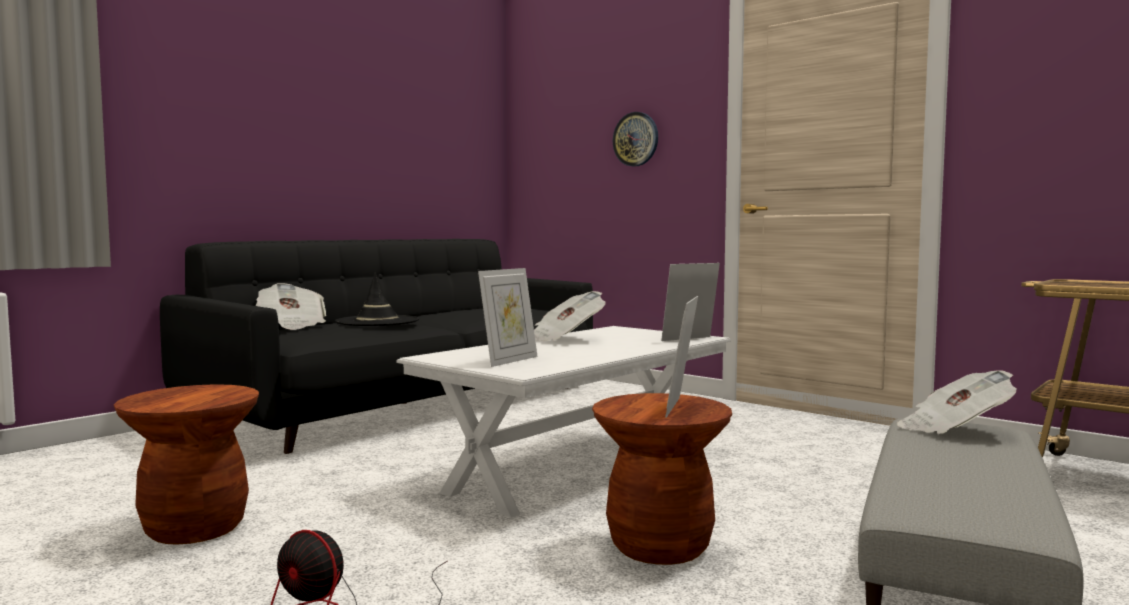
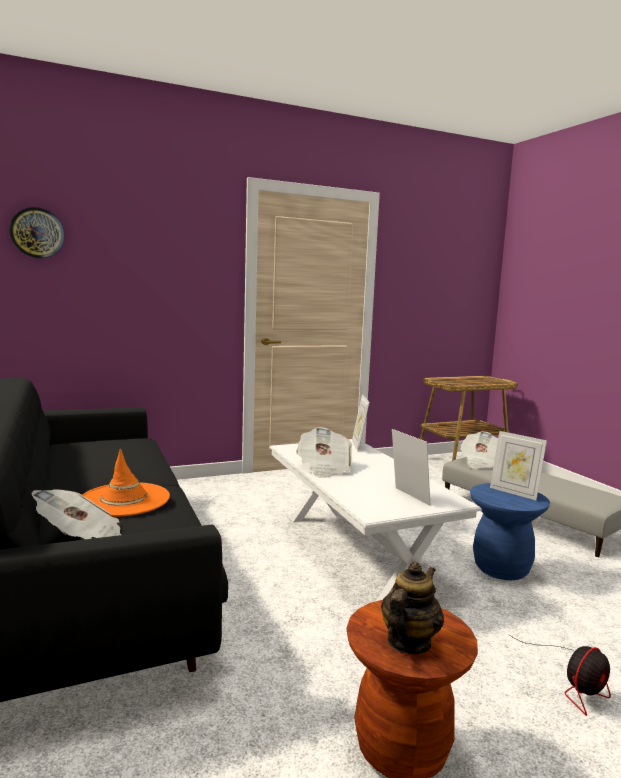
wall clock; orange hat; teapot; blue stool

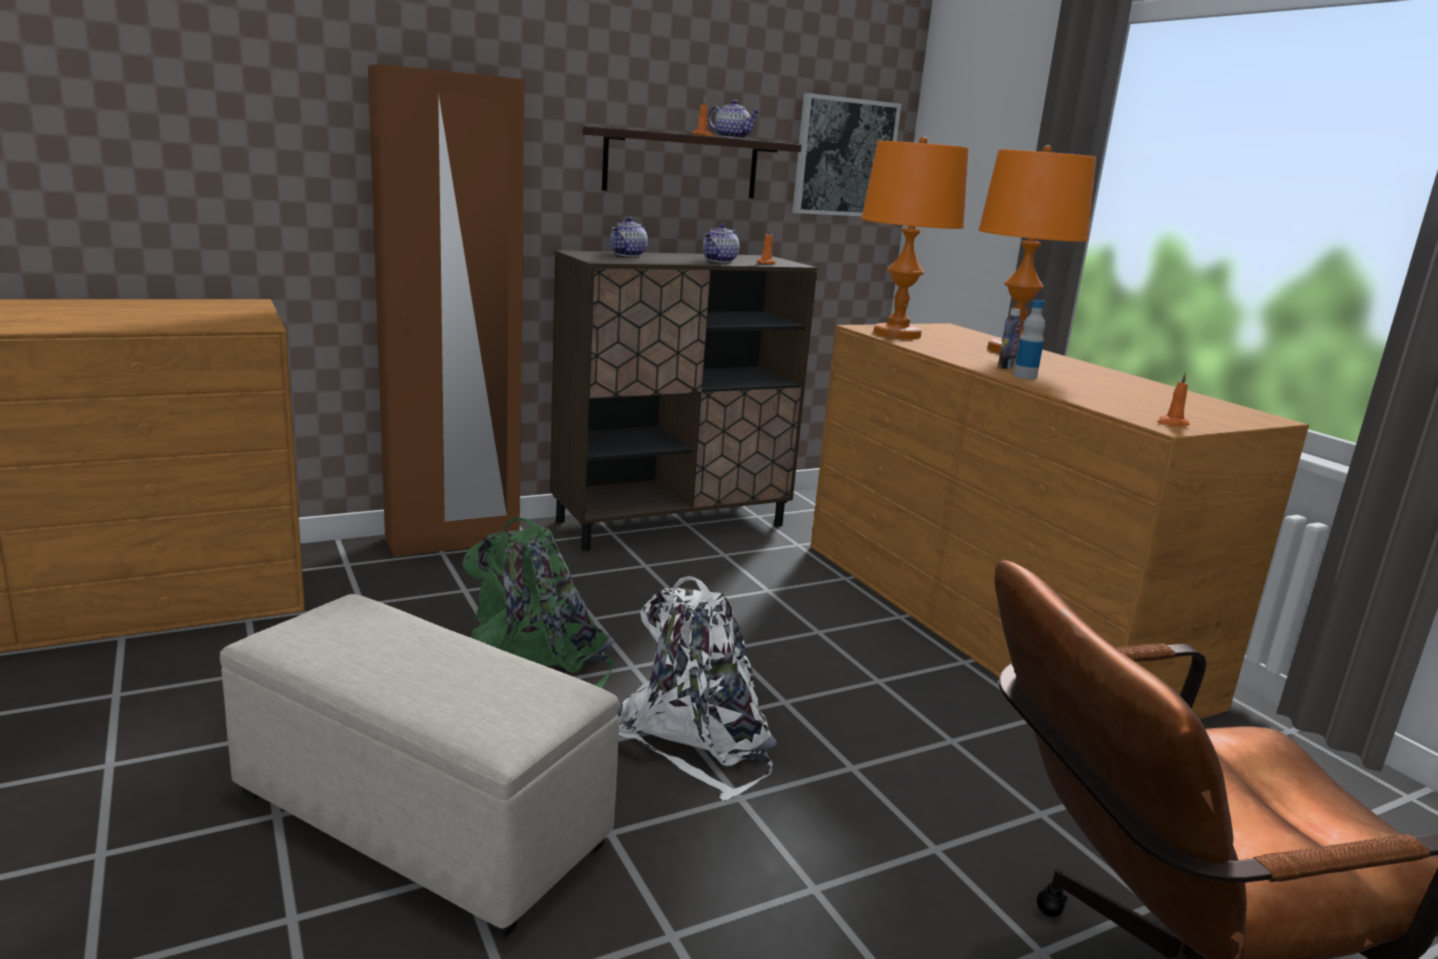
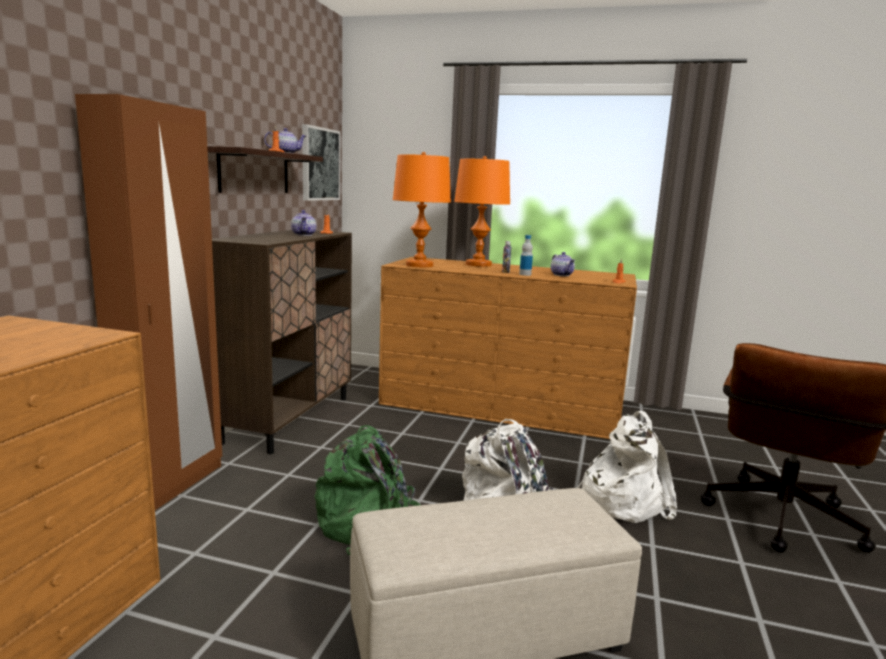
teapot (3rd from left); white backpack (2nd from left)

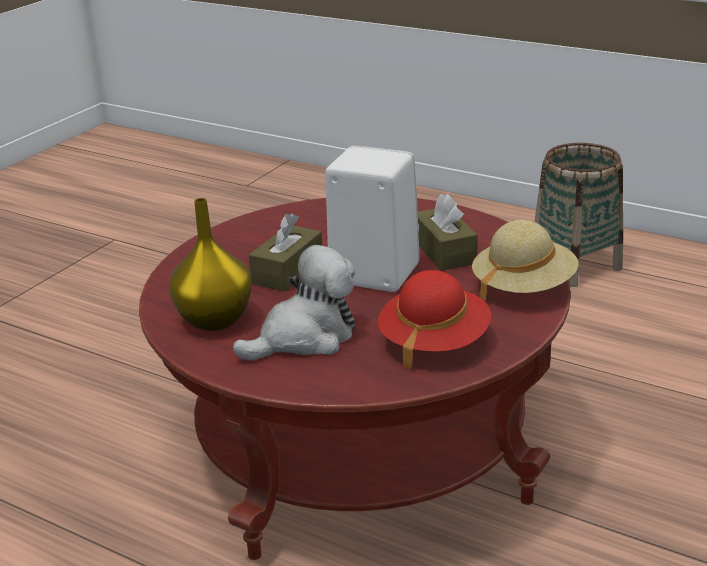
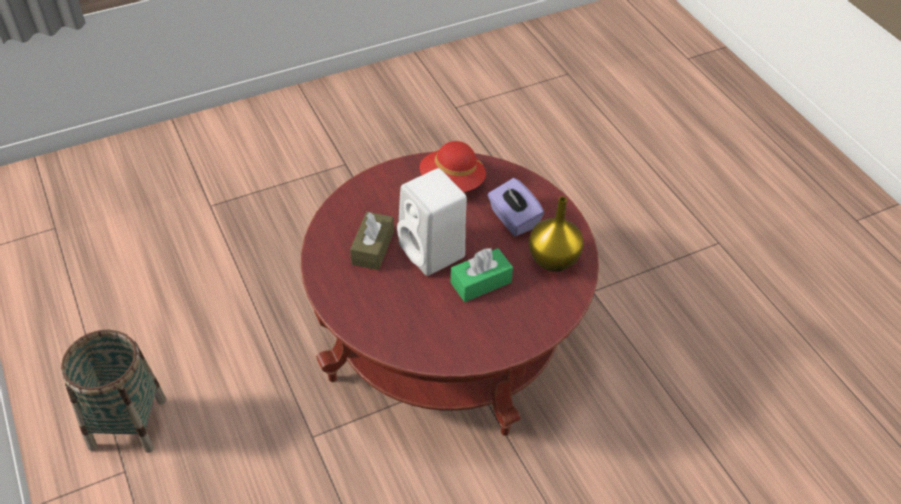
green tissue box; purple tissue box; beige hat

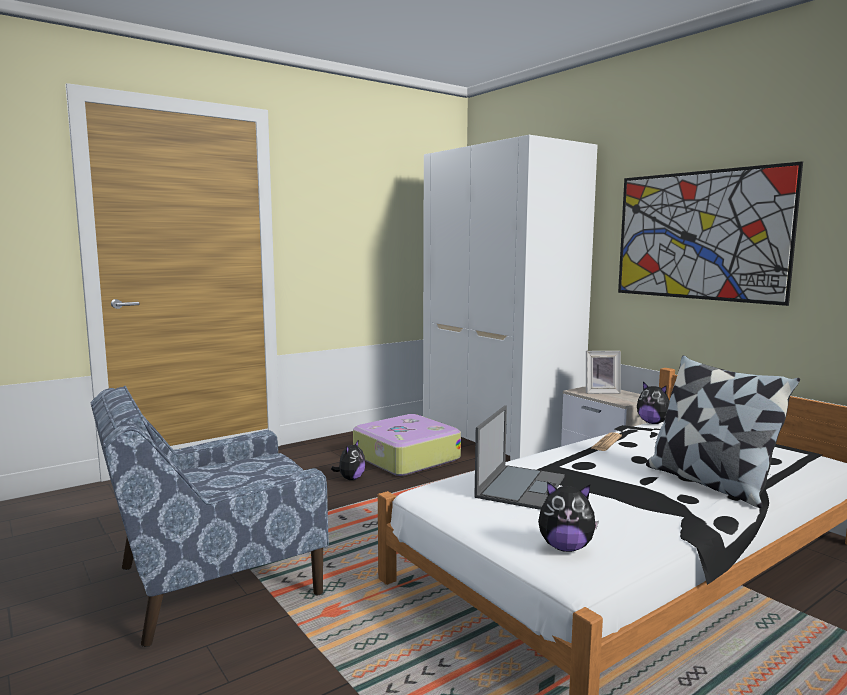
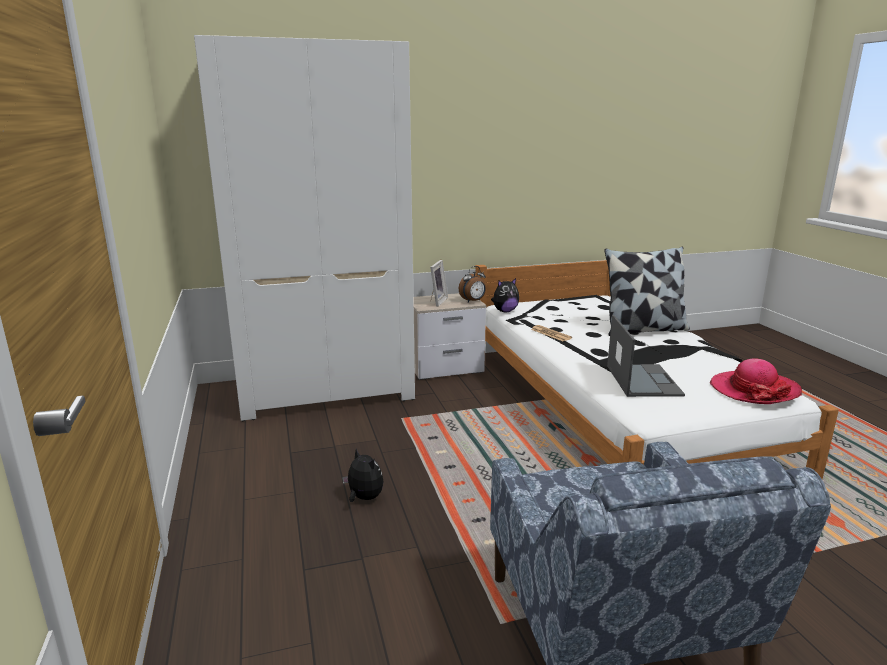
alarm clock; laptop; hat; suitcase; picture

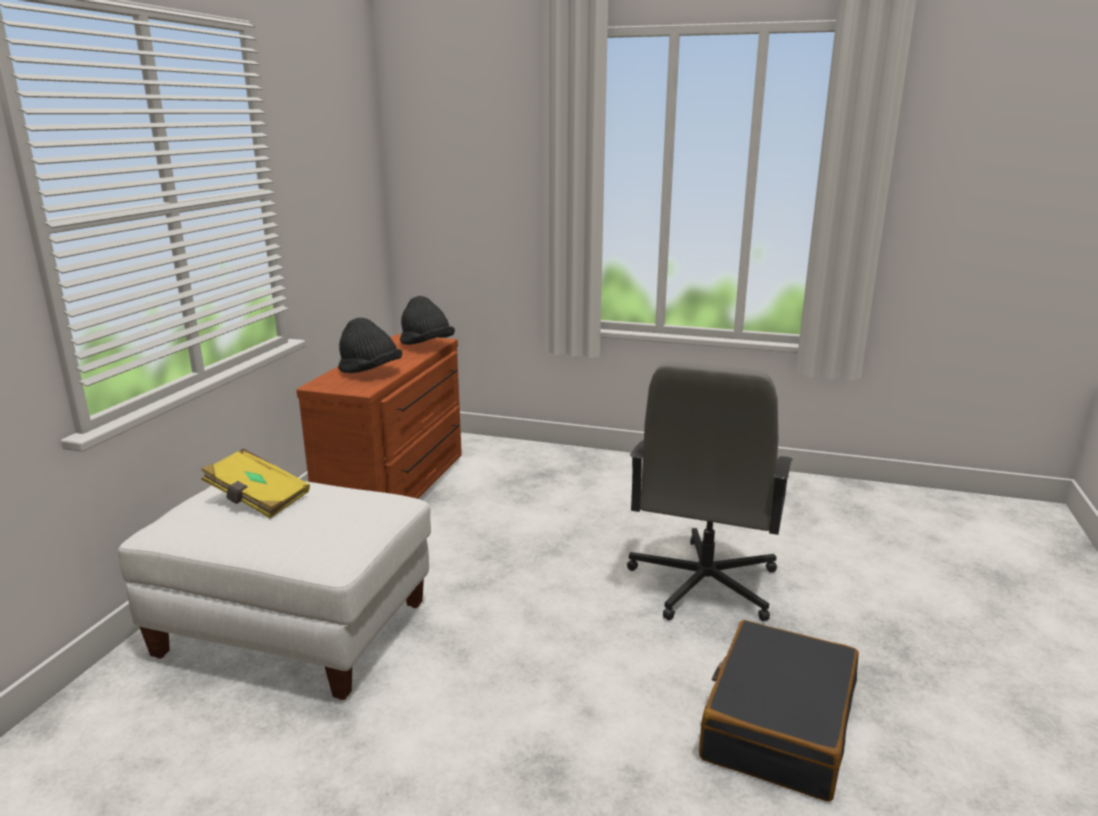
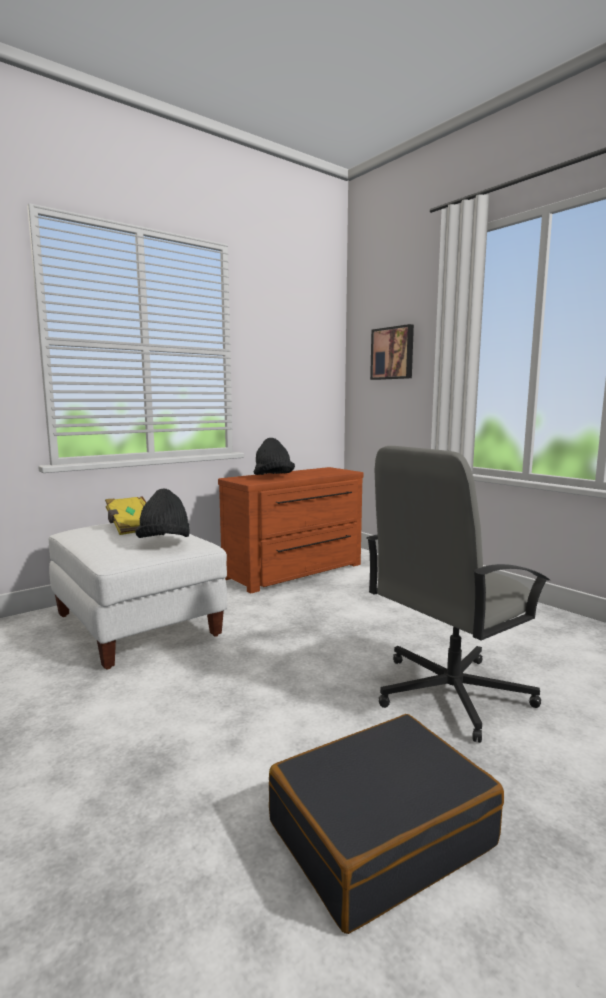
black hat (1st from left); picture

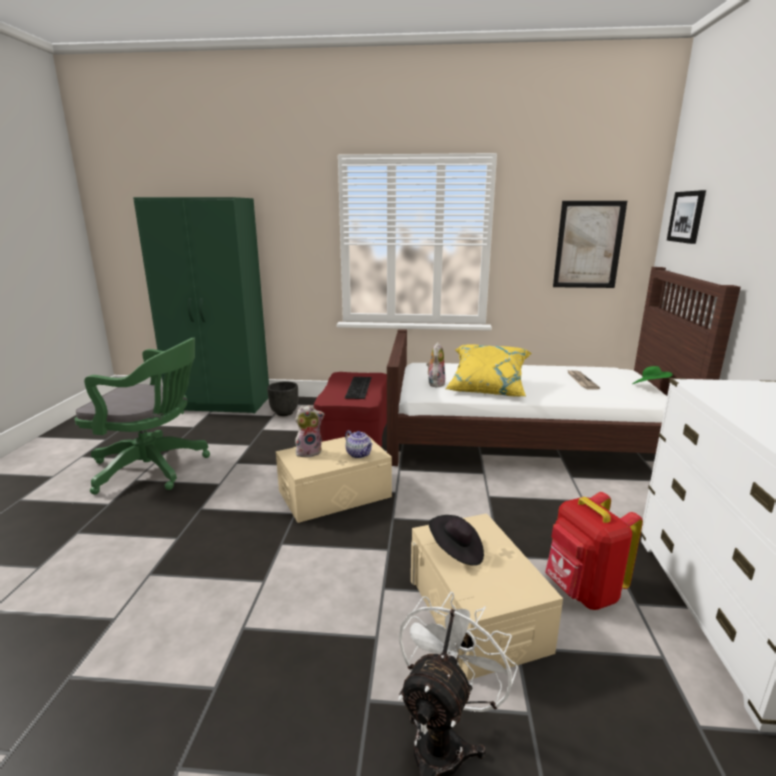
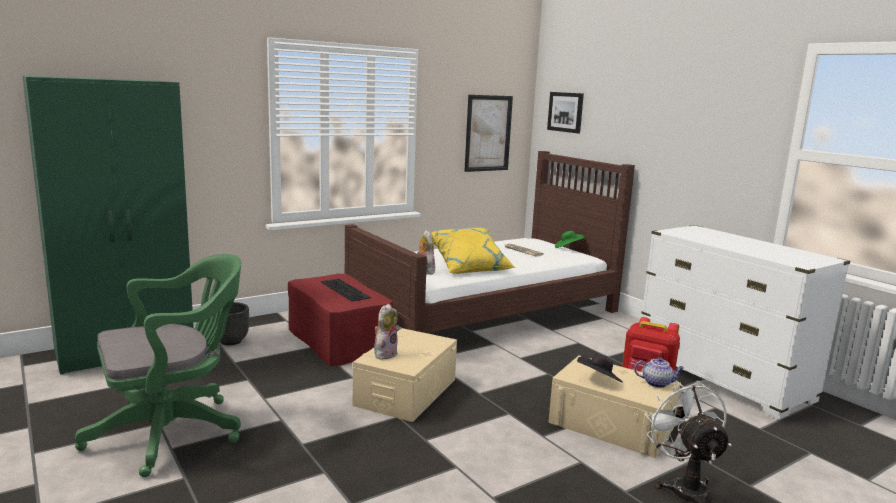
teapot

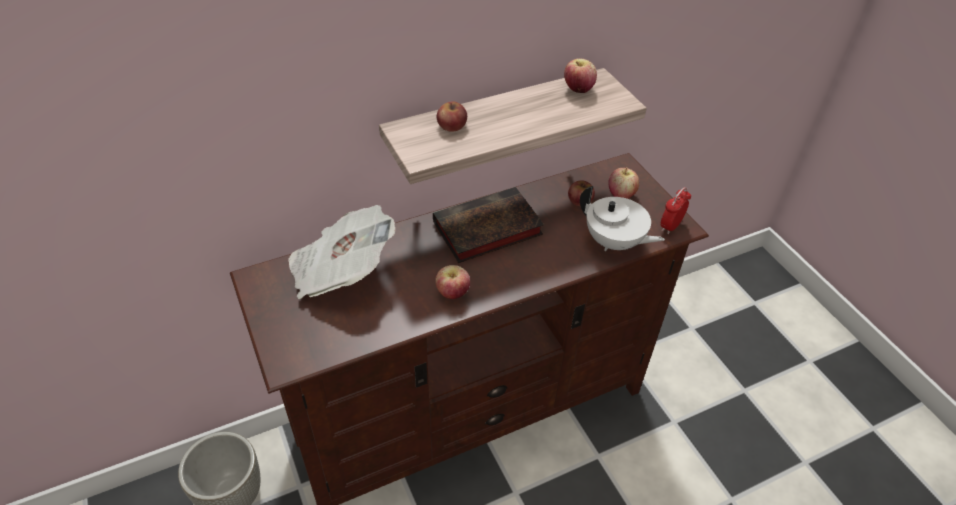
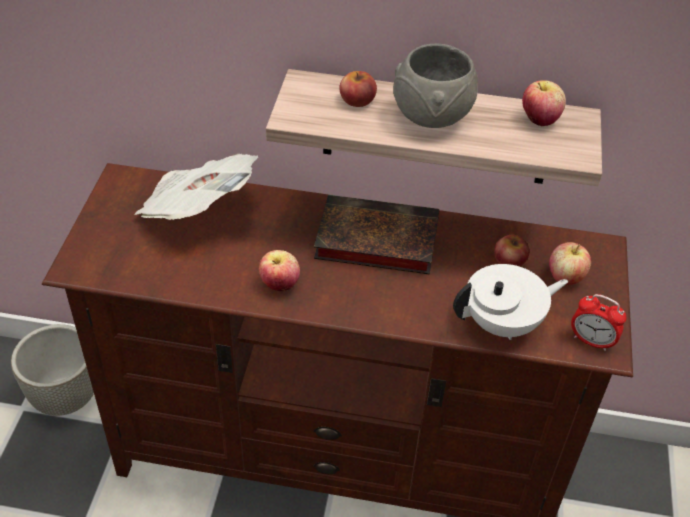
grey bowl; white teapot; alarm clock

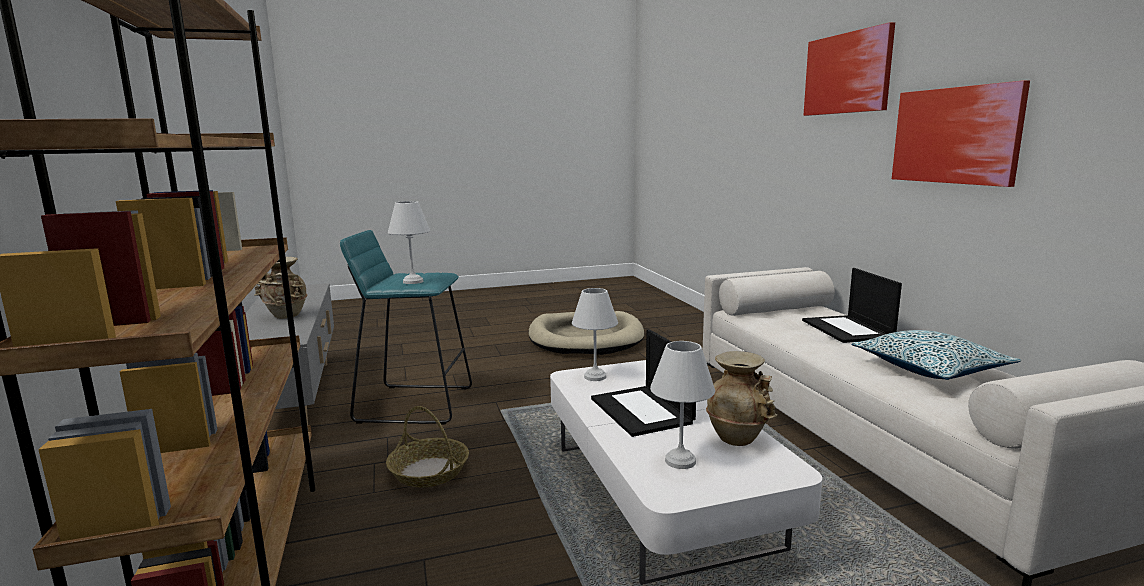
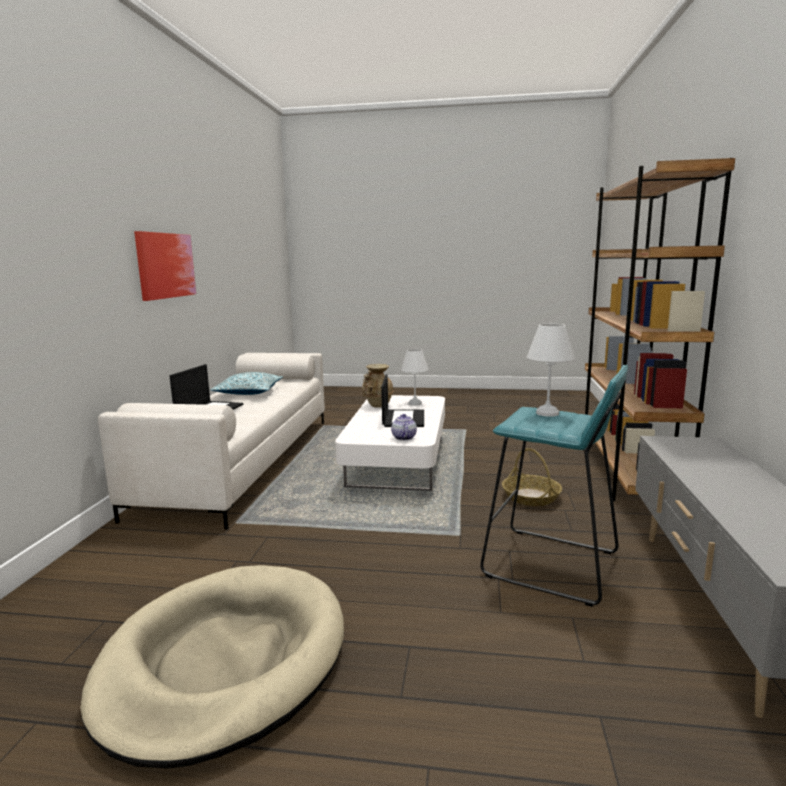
teapot; beige vase (1st from left in the first image); picture (1st from left in the first image)

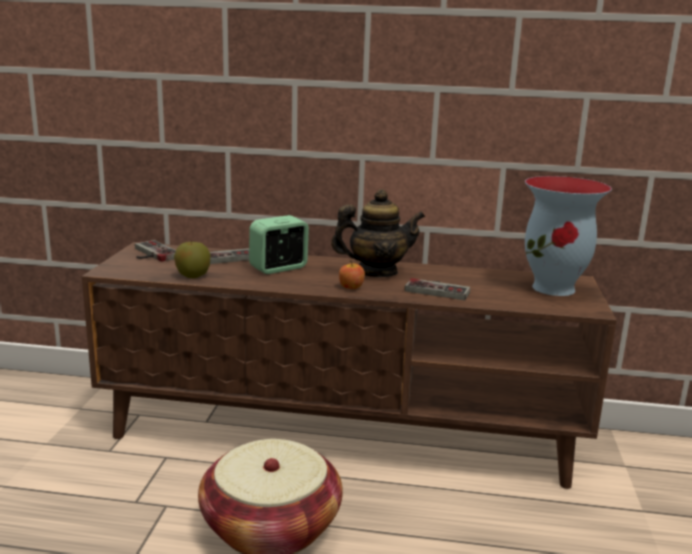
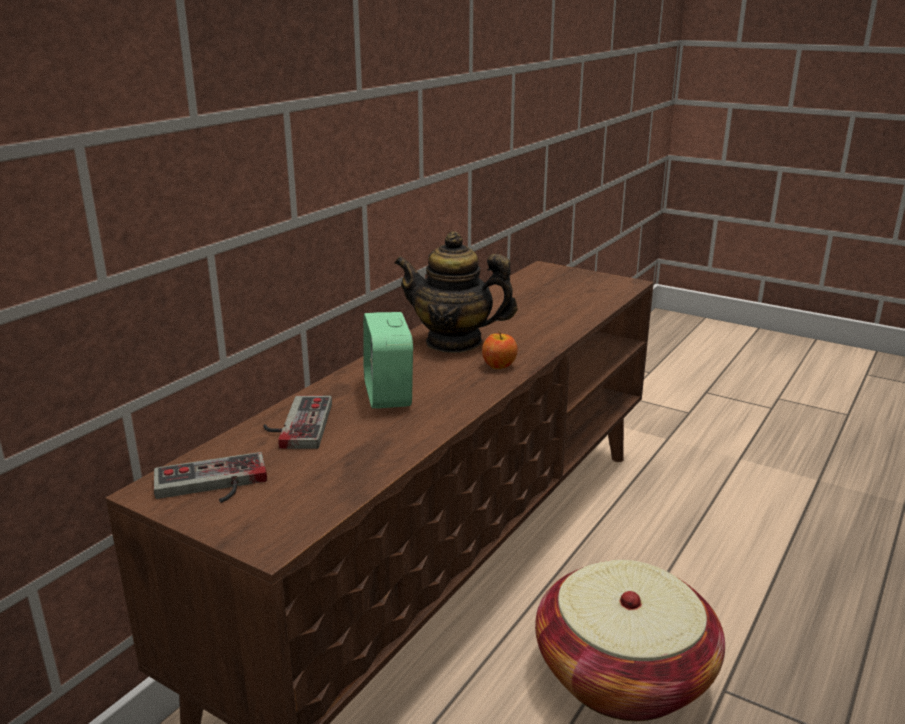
teapot; apple (1st from left in the first image); game controller (3rd from left in the first image); vase

